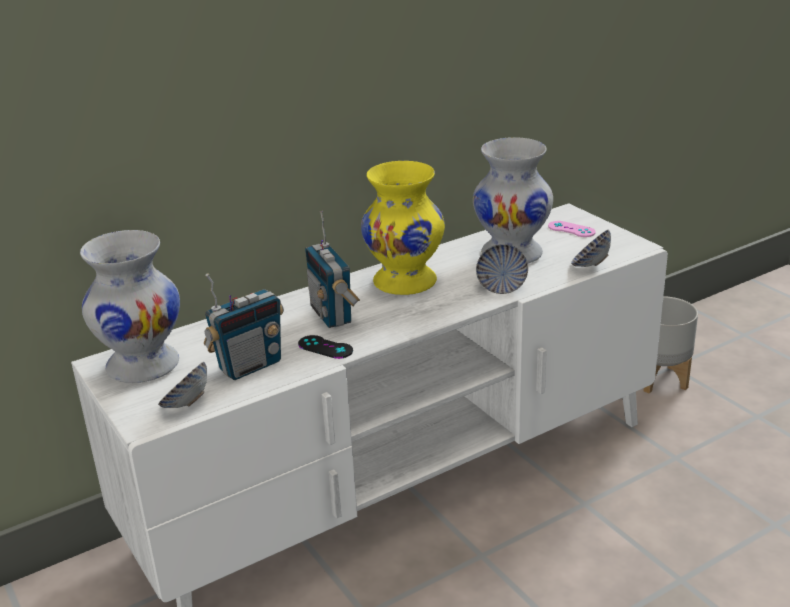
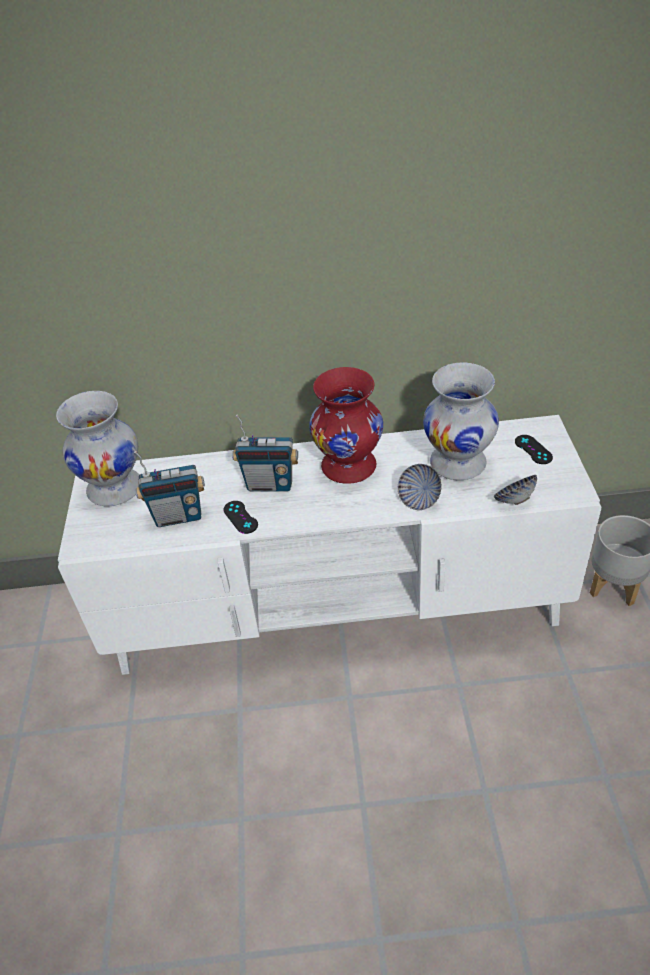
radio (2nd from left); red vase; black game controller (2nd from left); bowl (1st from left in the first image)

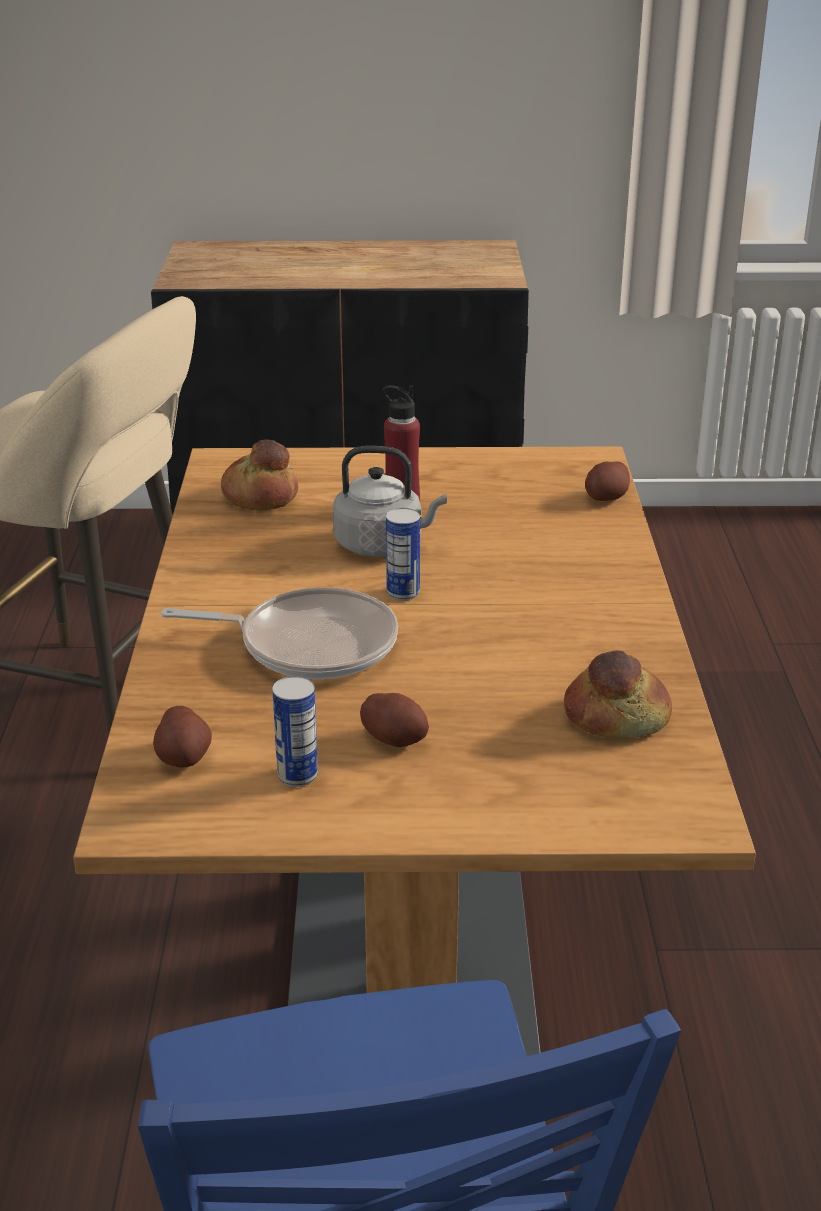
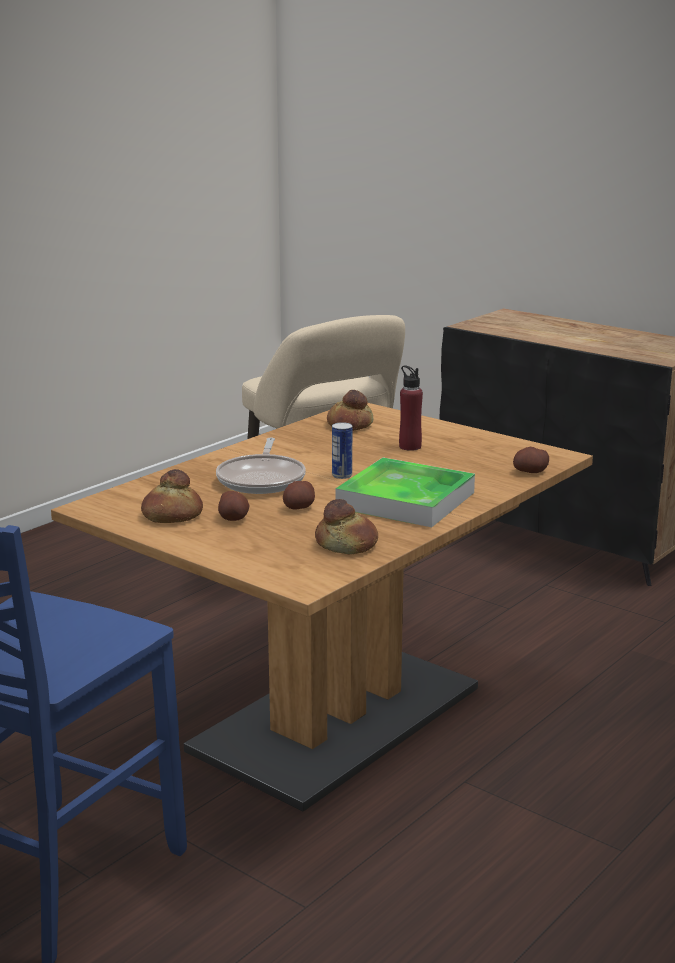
bread (1st from left); frying pan; potato (2nd from left); tray; grey kettle

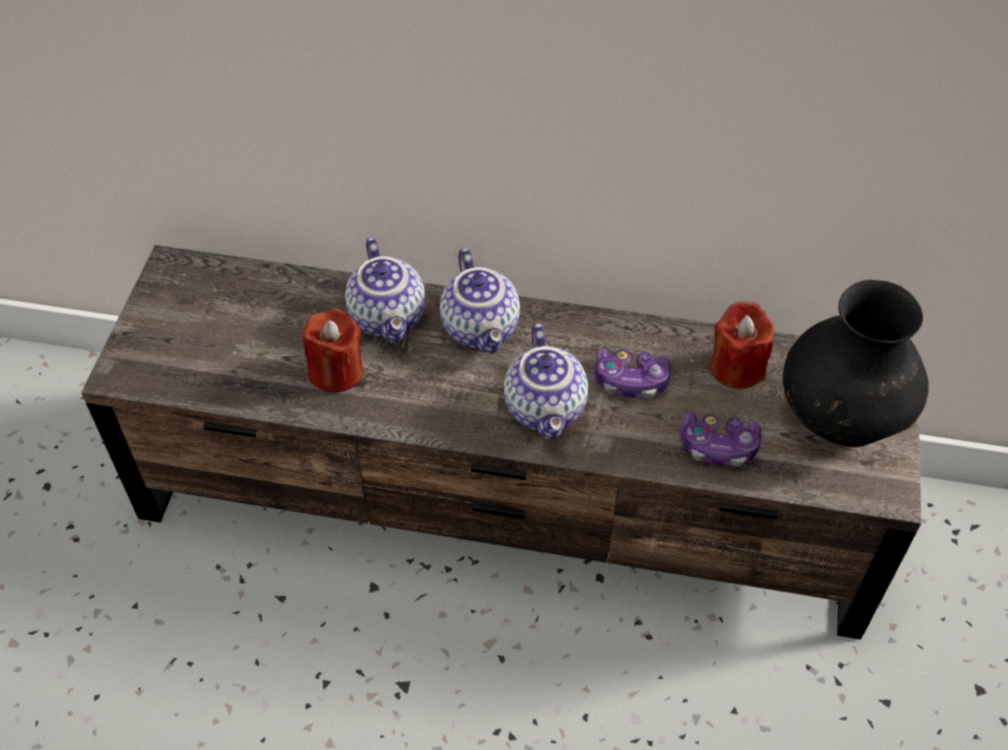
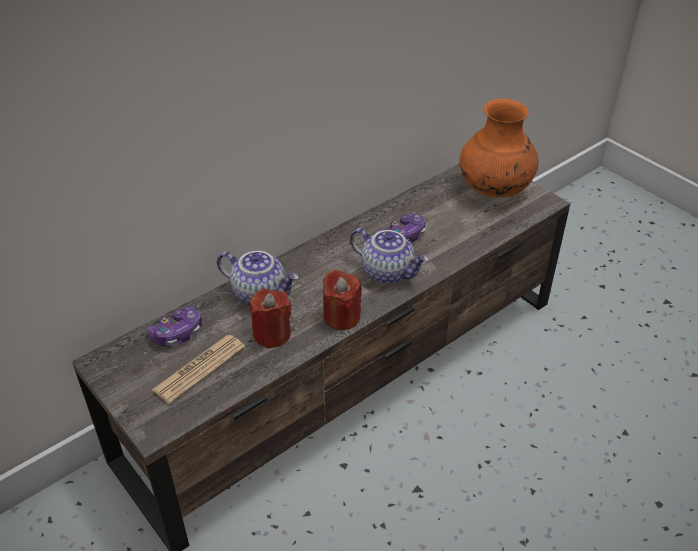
game controller (1st from left); newspaper; red candle (2nd from left); orange vase; teapot (2nd from left in the first image)

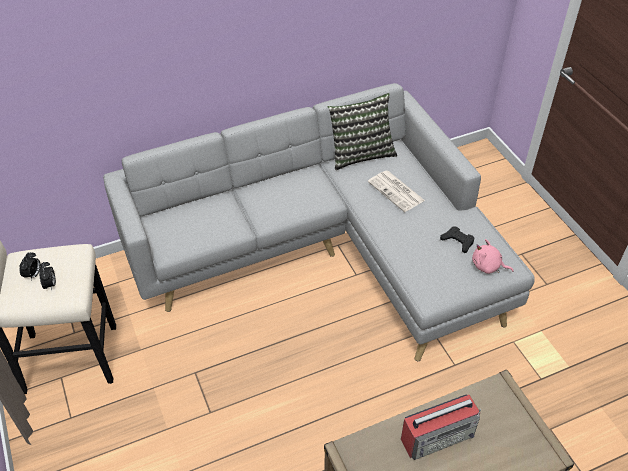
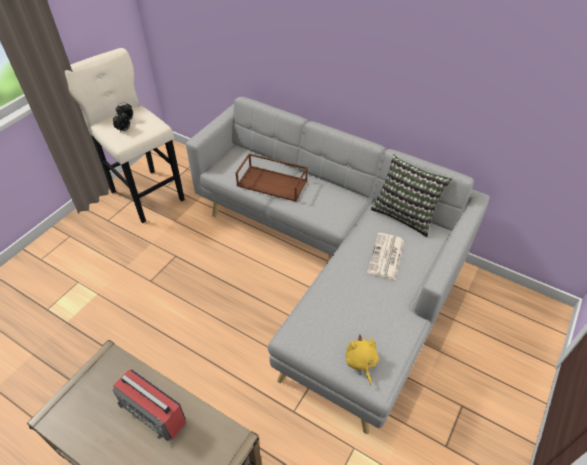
brown tray; yellow plush toy; black game controller

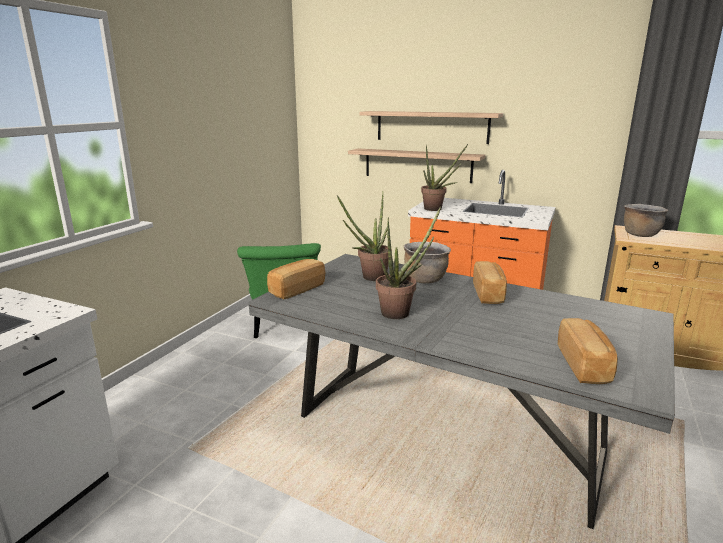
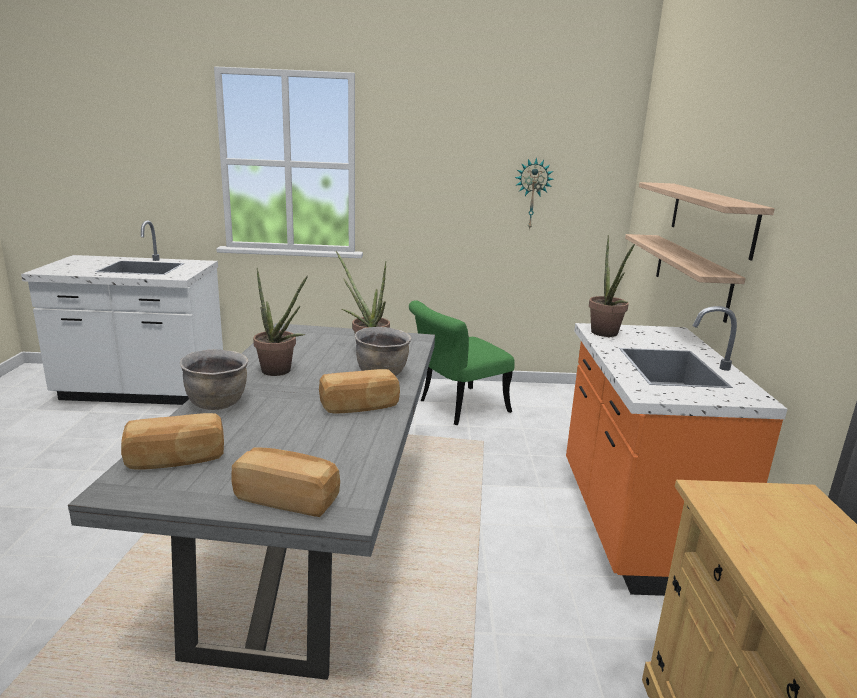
brown cooking pot (1st from left); bread (2nd from left); wall clock

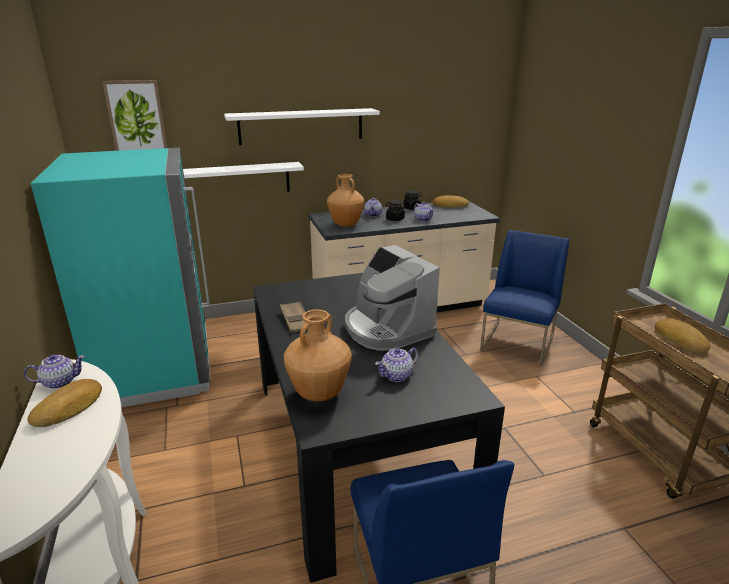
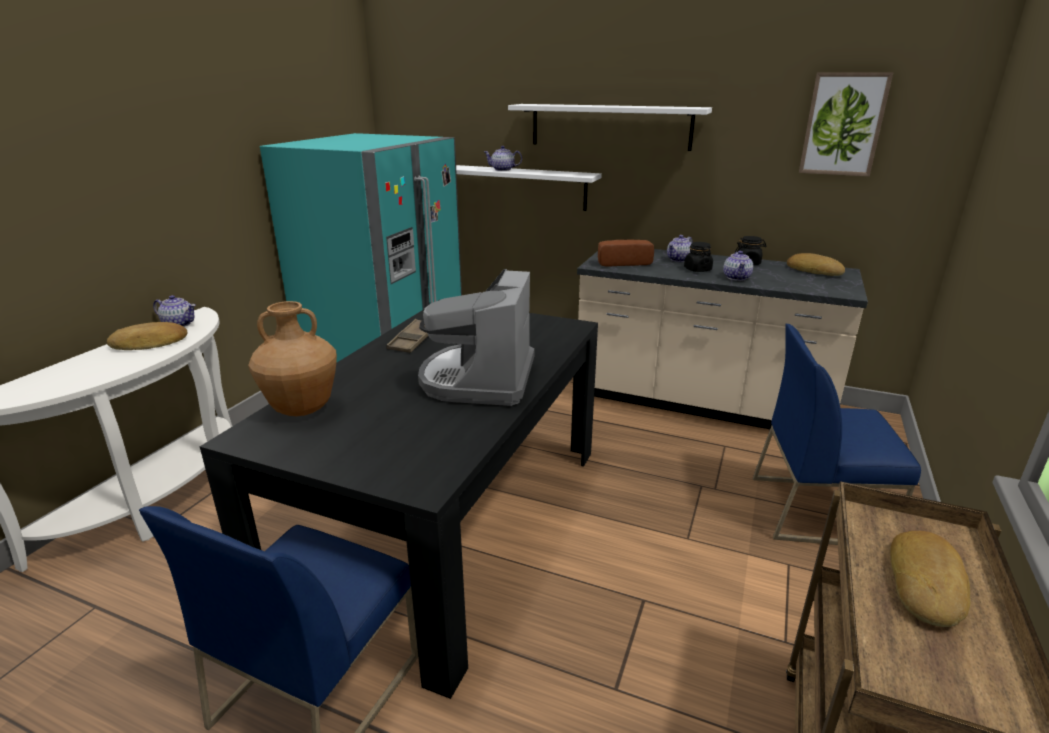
teapot (2nd from left); bread (2nd from left); blue chair (2nd from left); picture

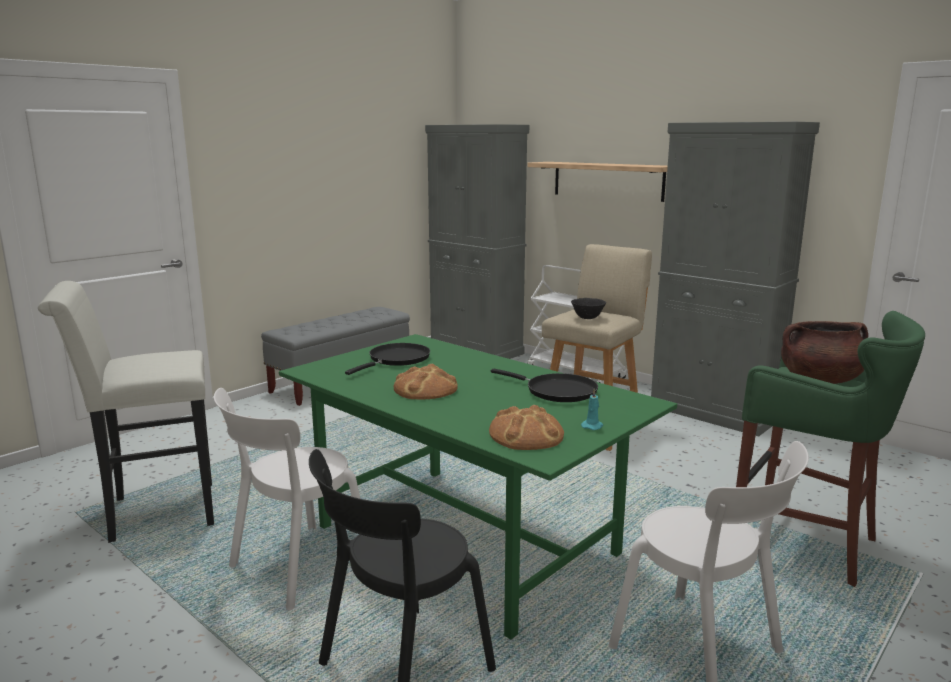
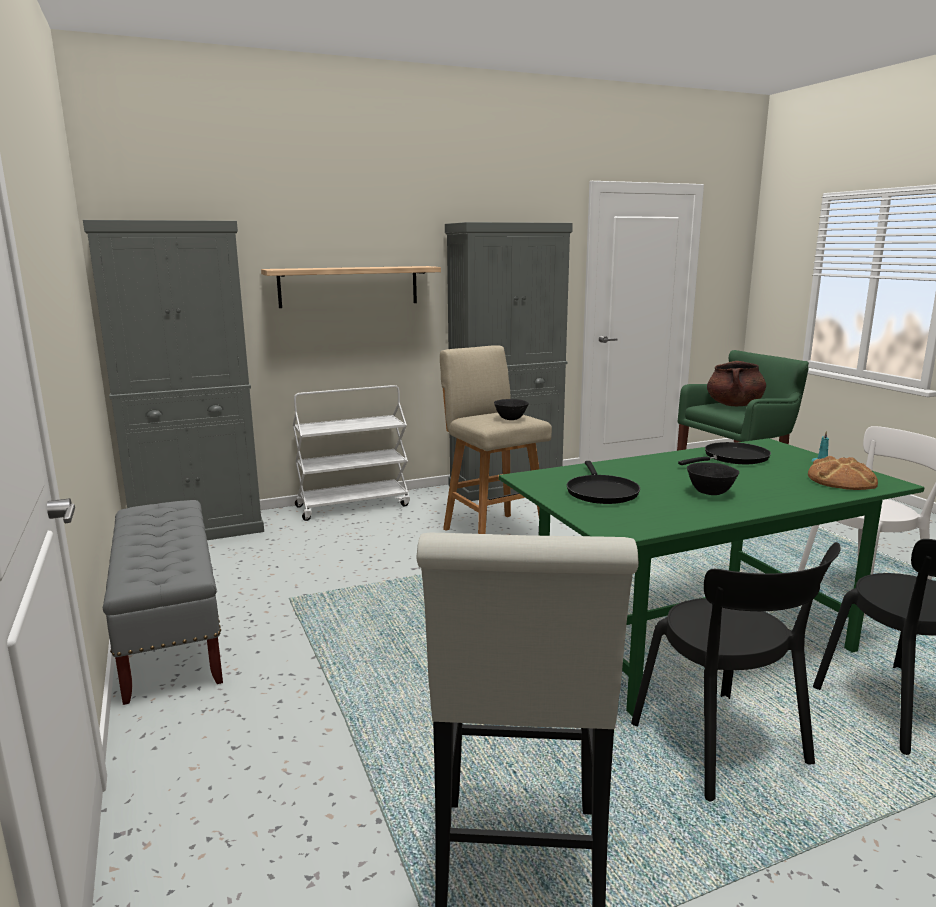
black frying pan (1st from left); black chair (1st from left); black bowl (2nd from left)

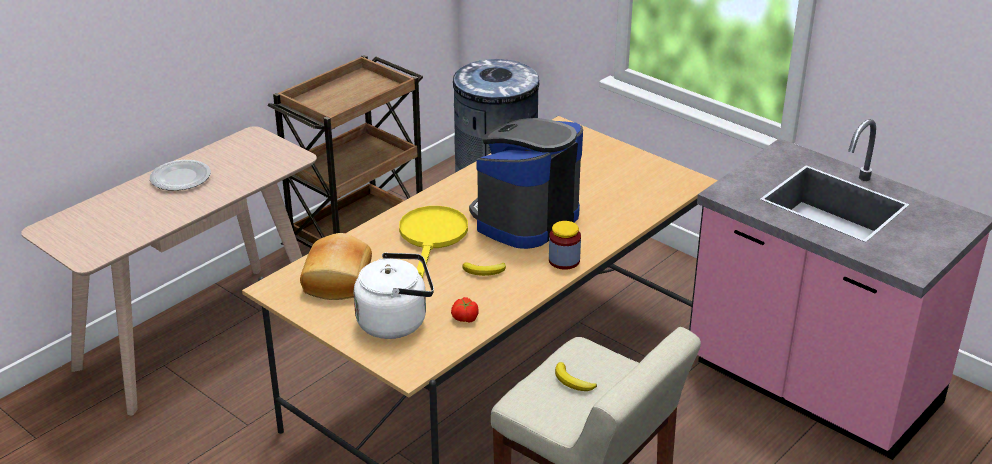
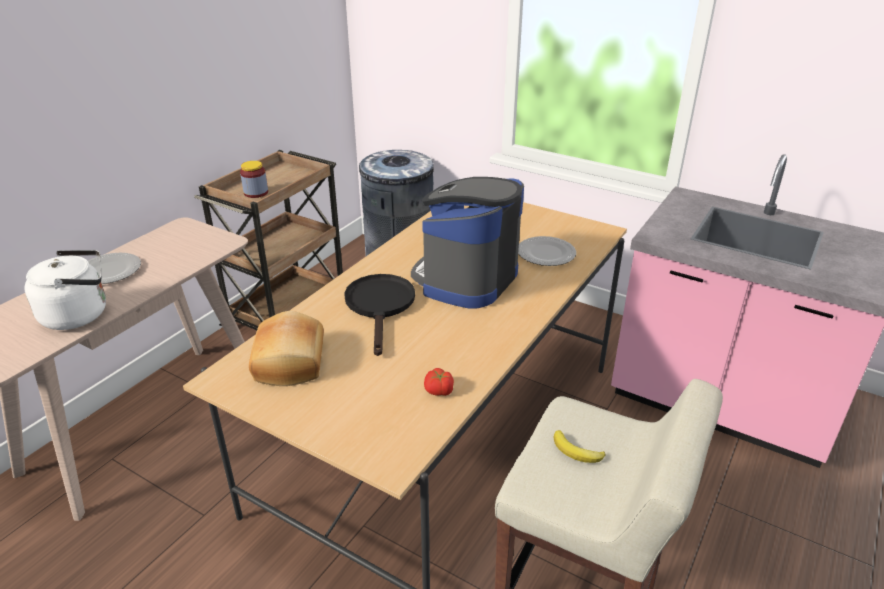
white kettle; jar; black frying pan; plate (2nd from left); banana (1st from left in the first image)

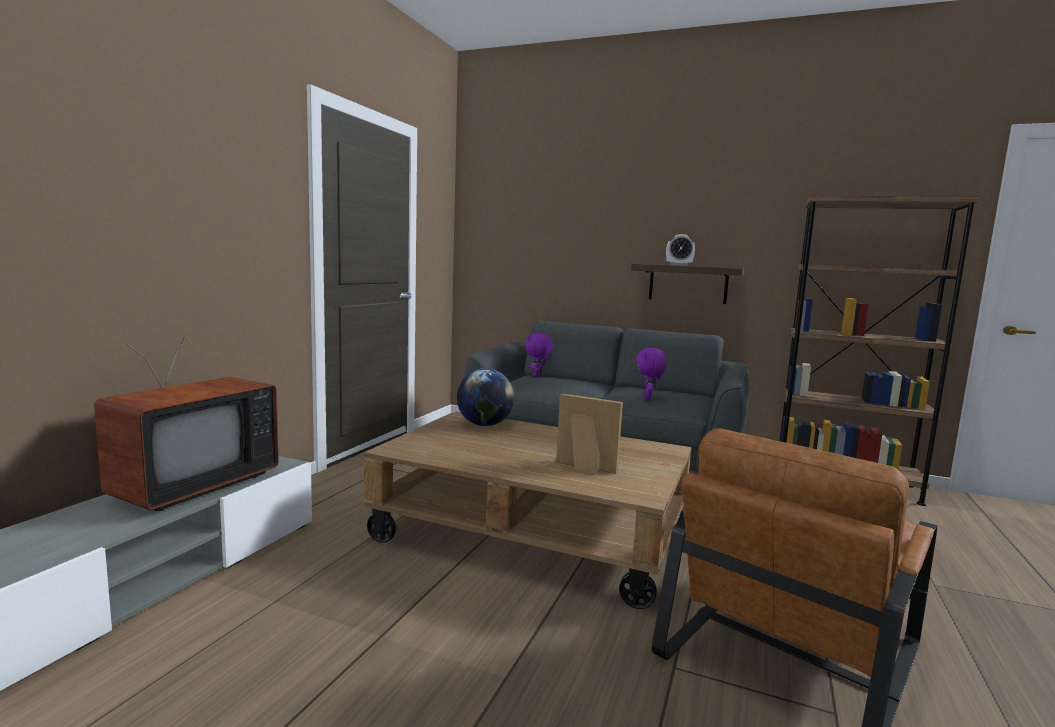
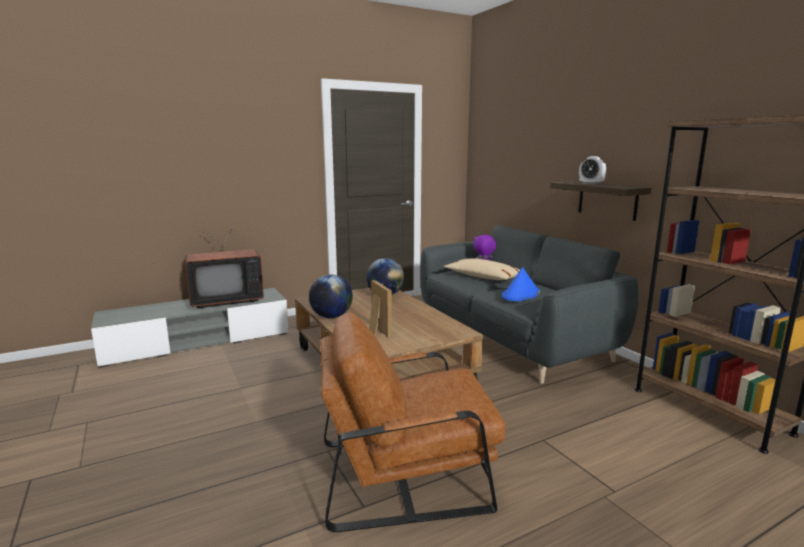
globe (1st from left); beige pillow; blue hat

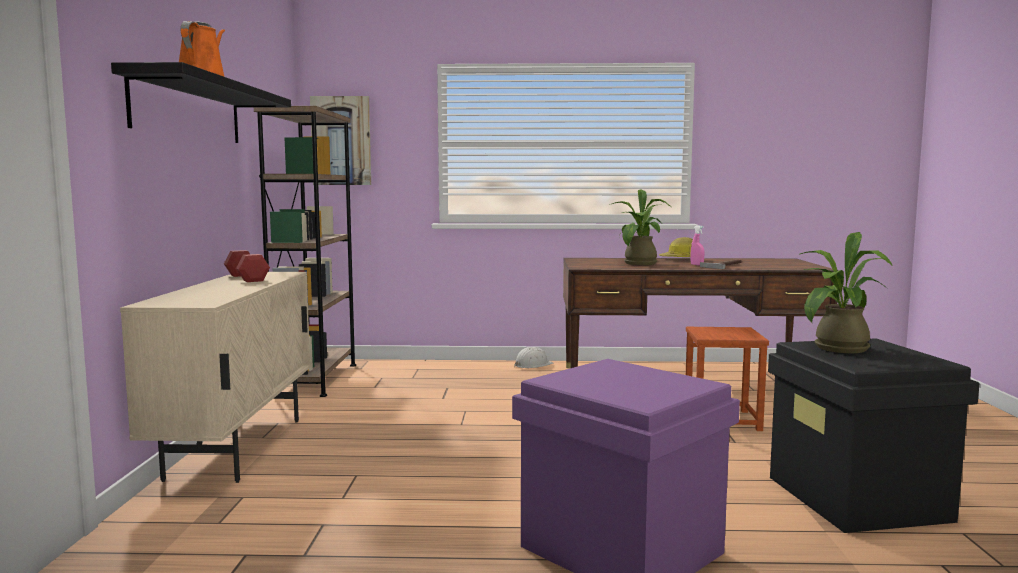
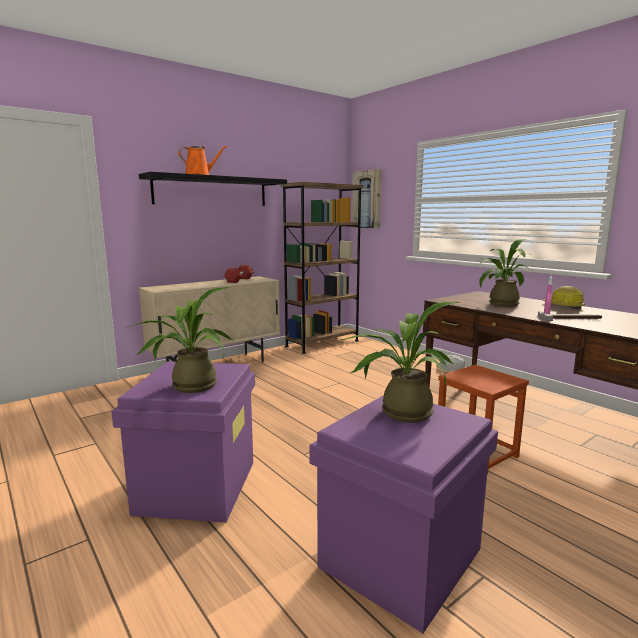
potted plant (1st from left); purple storage box (2nd from left)

